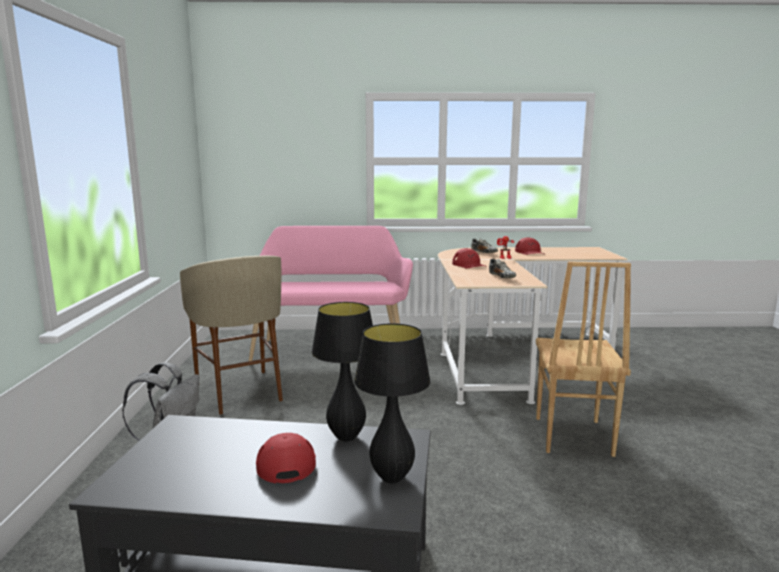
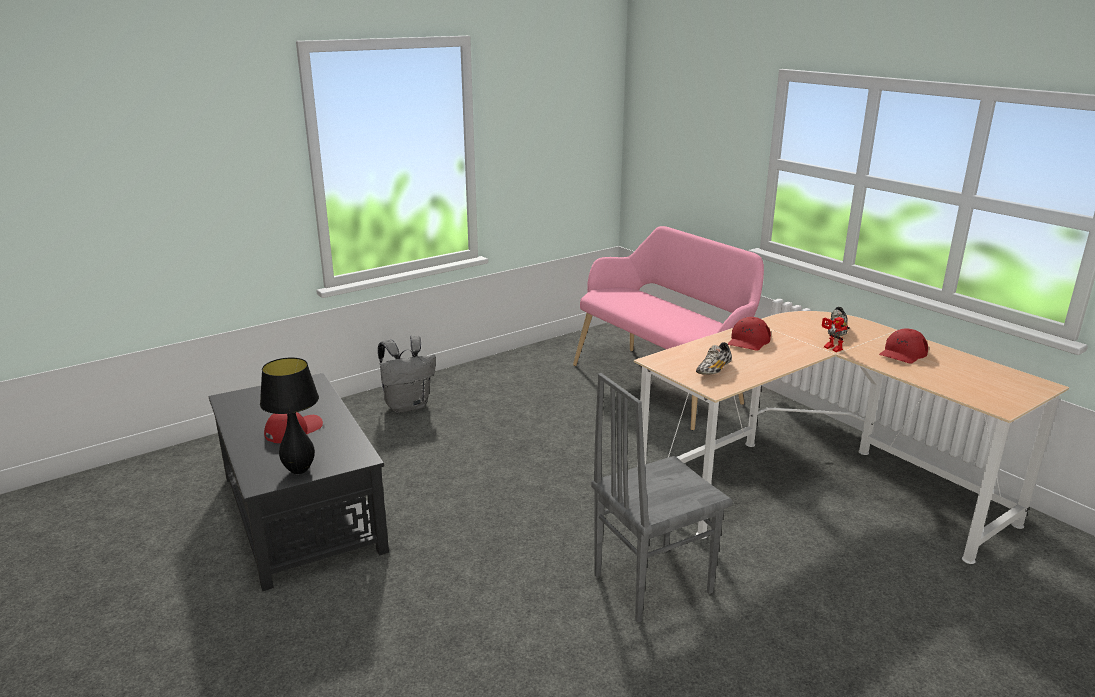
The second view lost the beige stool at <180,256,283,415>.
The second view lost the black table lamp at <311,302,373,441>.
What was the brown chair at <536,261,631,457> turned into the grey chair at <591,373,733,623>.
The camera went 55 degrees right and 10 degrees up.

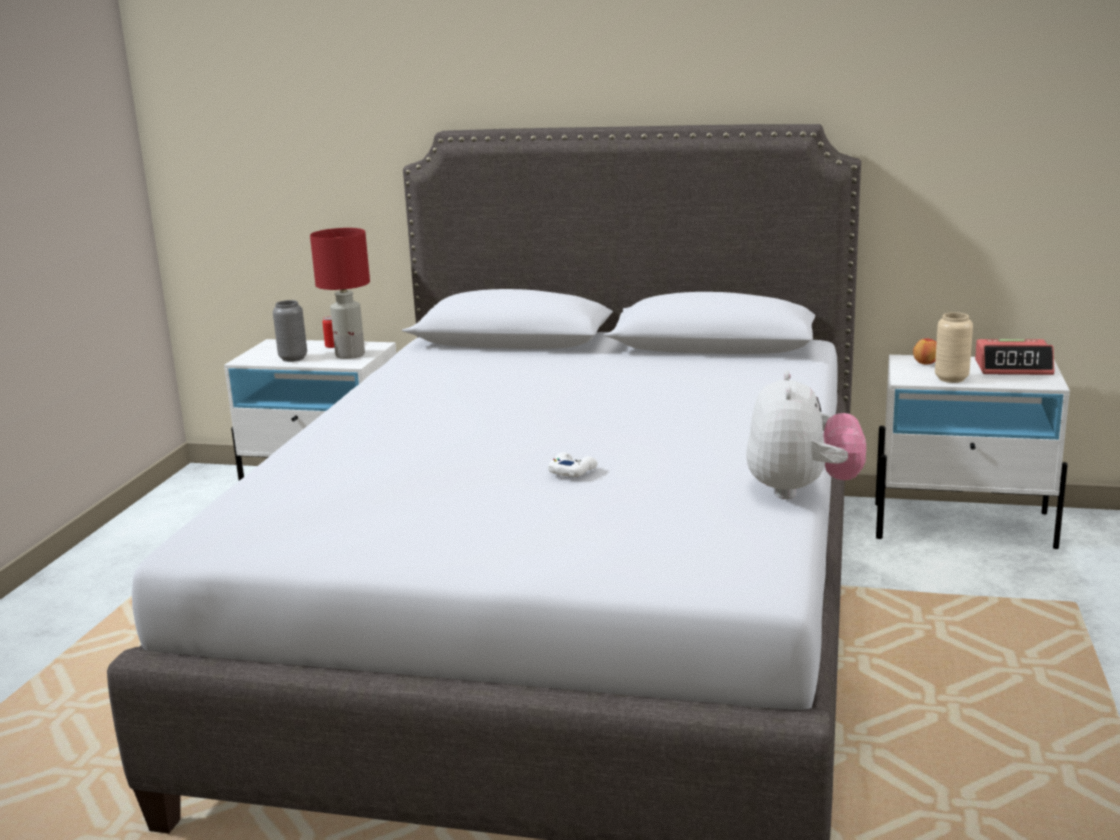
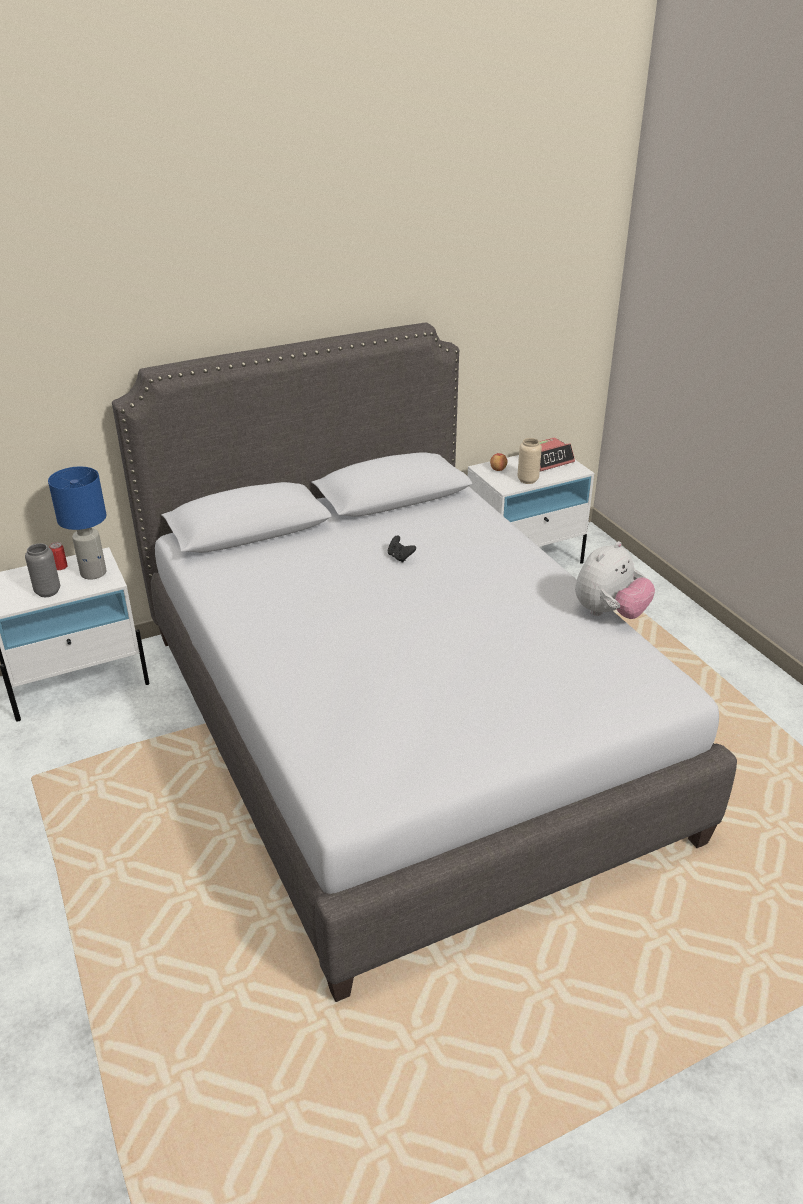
What was the red table lamp at <310,228,370,359> turned into the blue table lamp at <48,467,106,580>.
The second view lost the white game controller at <548,452,597,477>.
The plush toy at <746,370,866,499> ended up facing another way, 75 degrees clockwise from before.
The second view gained the black game controller at <387,535,416,563>.
The camera went 40 degrees left and 15 degrees up.

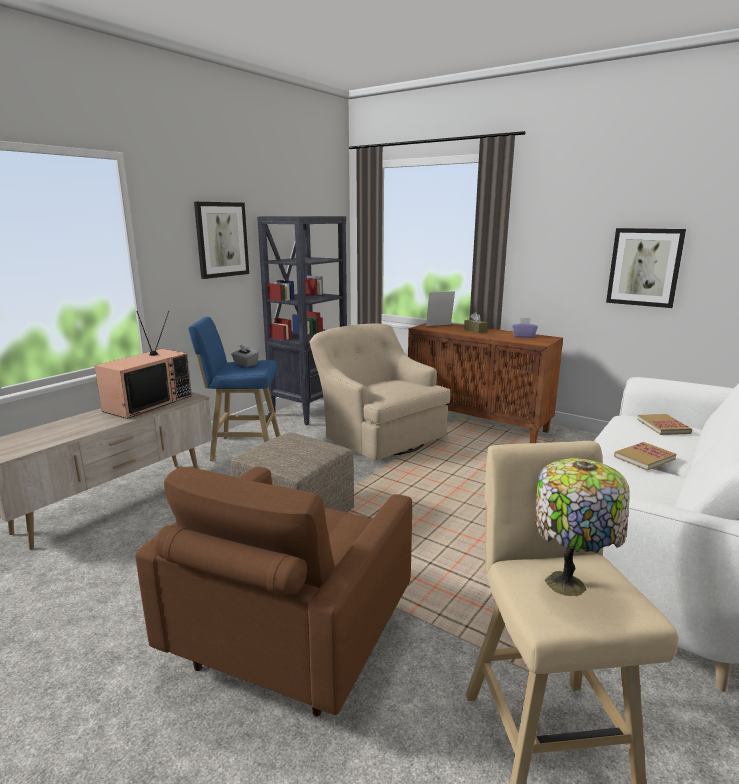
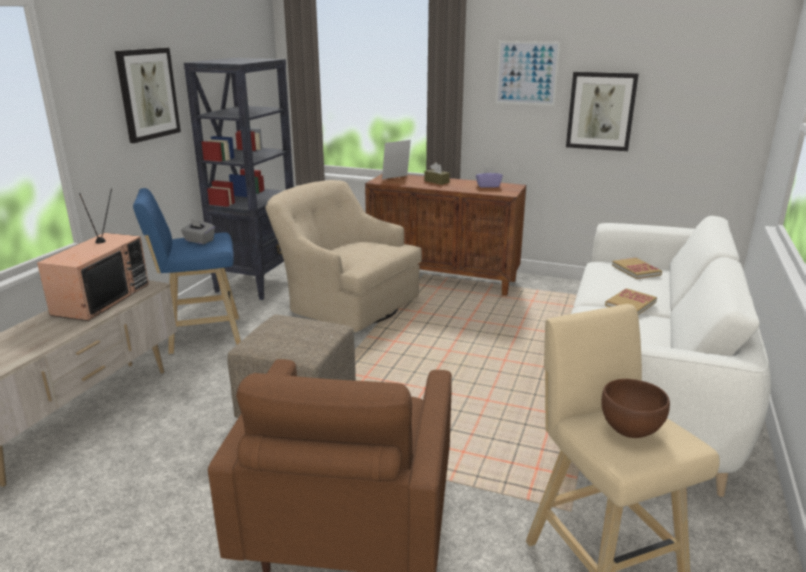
Where the table lamp stood at <535,458,630,596>, the brown bowl came to stand at <601,379,670,438>.
The second view gained the picture at <496,41,560,106>.
The camera went 15 degrees left and 5 degrees up.

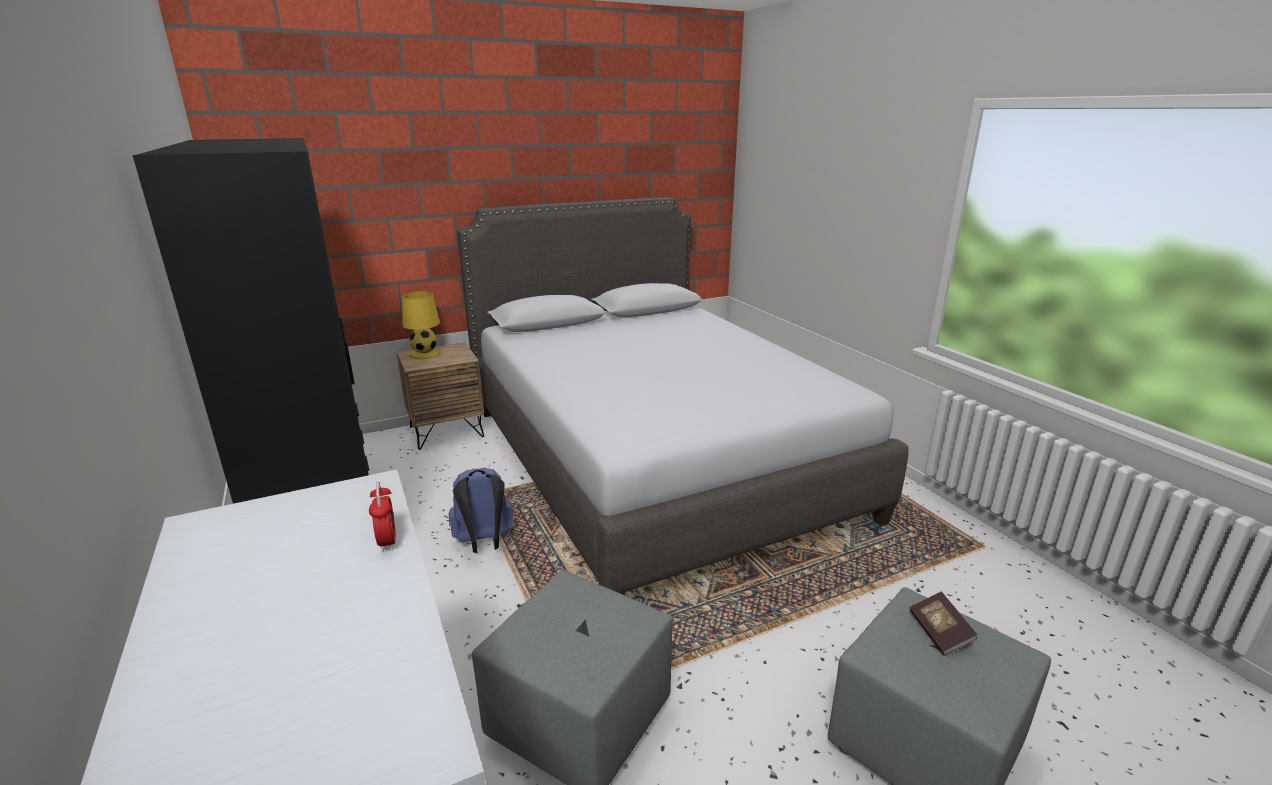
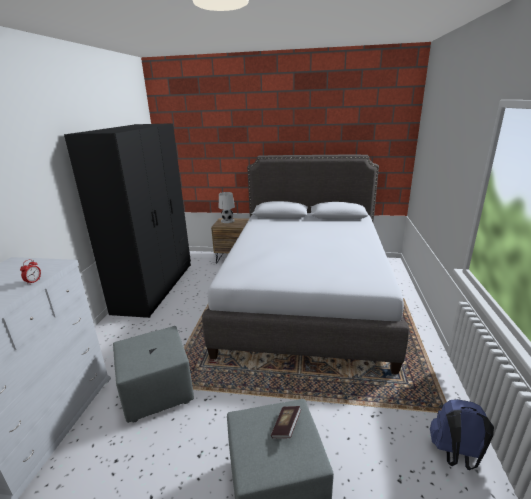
What was the yellow table lamp at <402,291,441,359> turned into the white table lamp at <219,192,235,223>.
The blue backpack ended up elsewhere, having gone from <449,468,514,553> to <430,399,494,470>.
The camera went 35 degrees right and 0 degrees up.

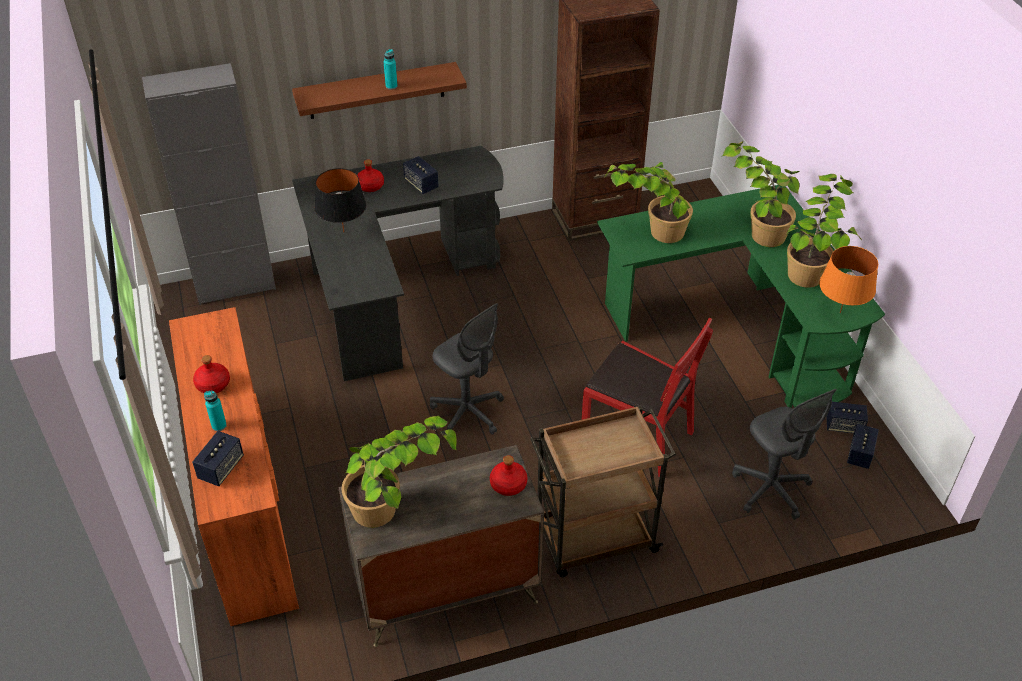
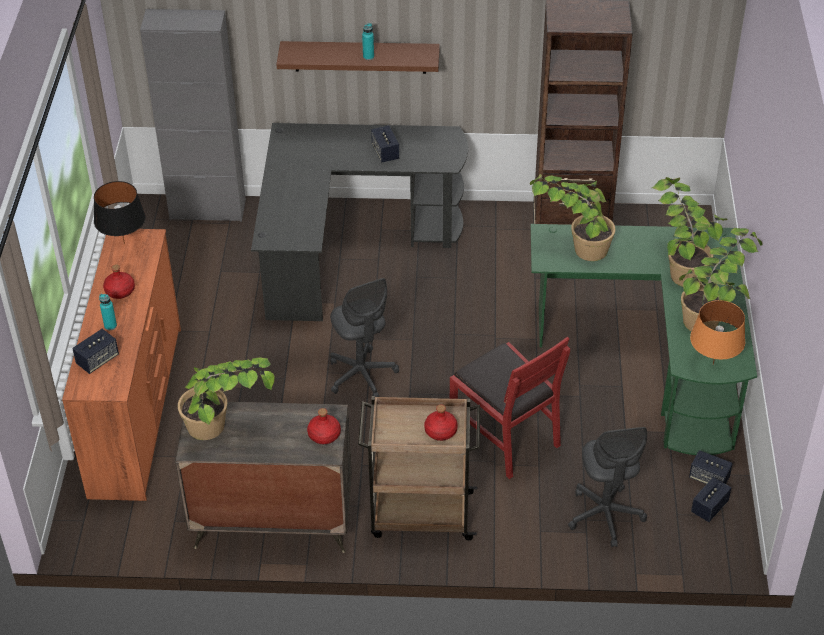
The black table lamp ended up elsewhere, having gone from <315,168,366,232> to <94,181,146,245>.
The red bottle ended up elsewhere, having gone from <357,159,384,192> to <424,405,458,441>.
The camera went 20 degrees right and 0 degrees up.

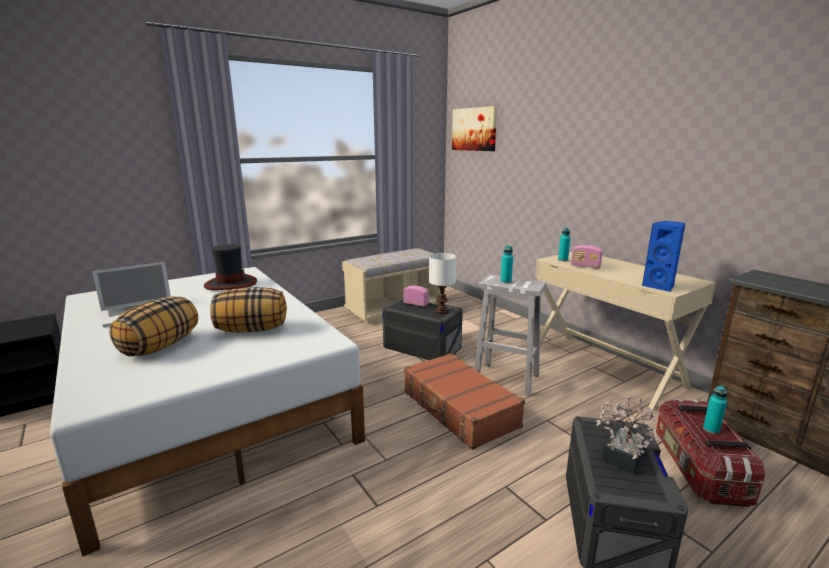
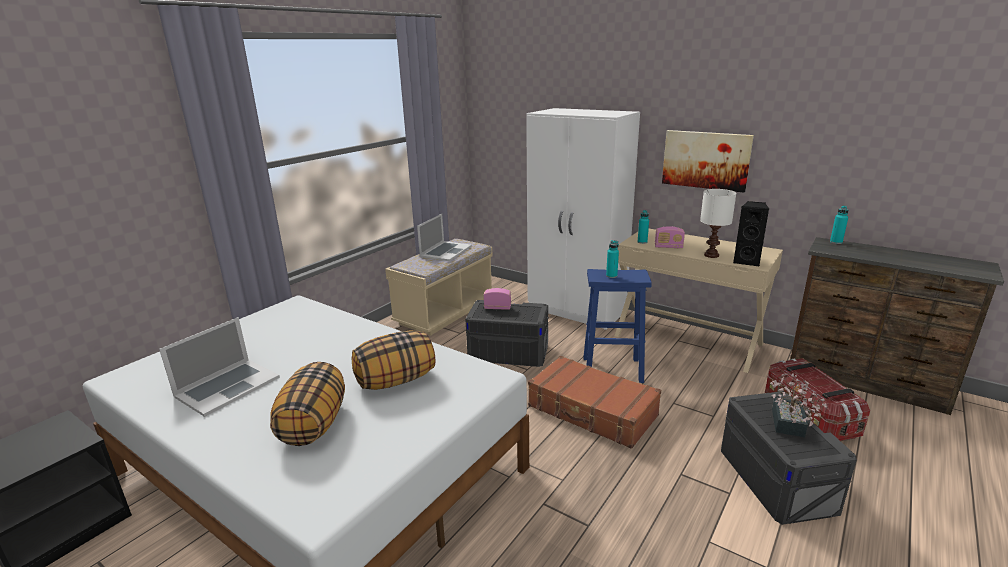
The second view lost the hat at <204,244,257,290>.
The white table lamp ended up elsewhere, having gone from <429,253,456,314> to <700,189,736,258>.
The picture ended up elsewhere, having gone from <452,106,497,151> to <662,130,754,193>.
What was the white stool at <475,274,547,396> turned into the blue stool at <583,269,652,383>.
What was the blue speaker at <642,221,685,292> turned into the black speaker at <733,201,769,266>.
The turquoise bottle ended up elsewhere, having gone from <703,385,727,434> to <830,206,848,244>.
The second view gained the laptop at <417,214,472,261>.
The second view gained the white wardrobe at <526,108,640,330>.
The camera went 20 degrees left and 5 degrees up.

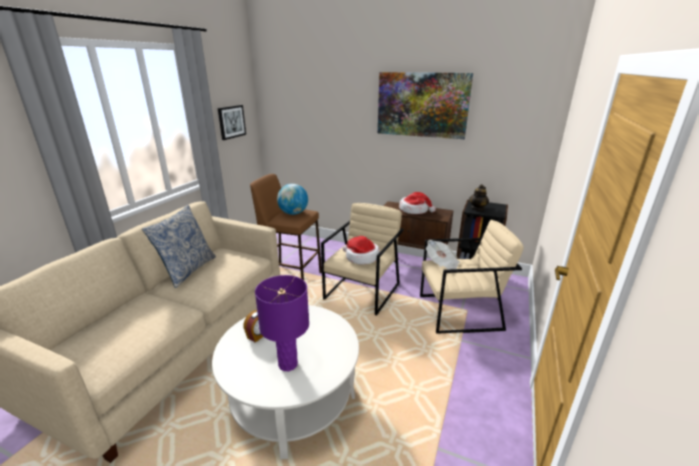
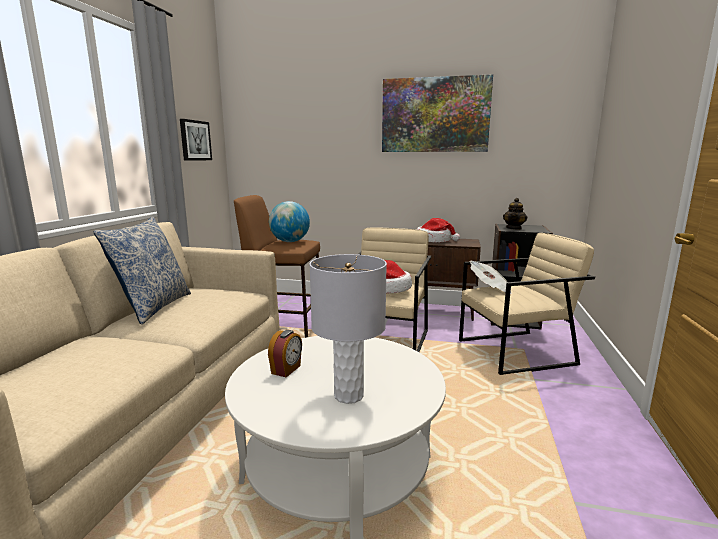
What was the purple table lamp at <255,275,309,371> turned into the grey table lamp at <310,254,387,404>.
The camera went 10 degrees left and 10 degrees down.

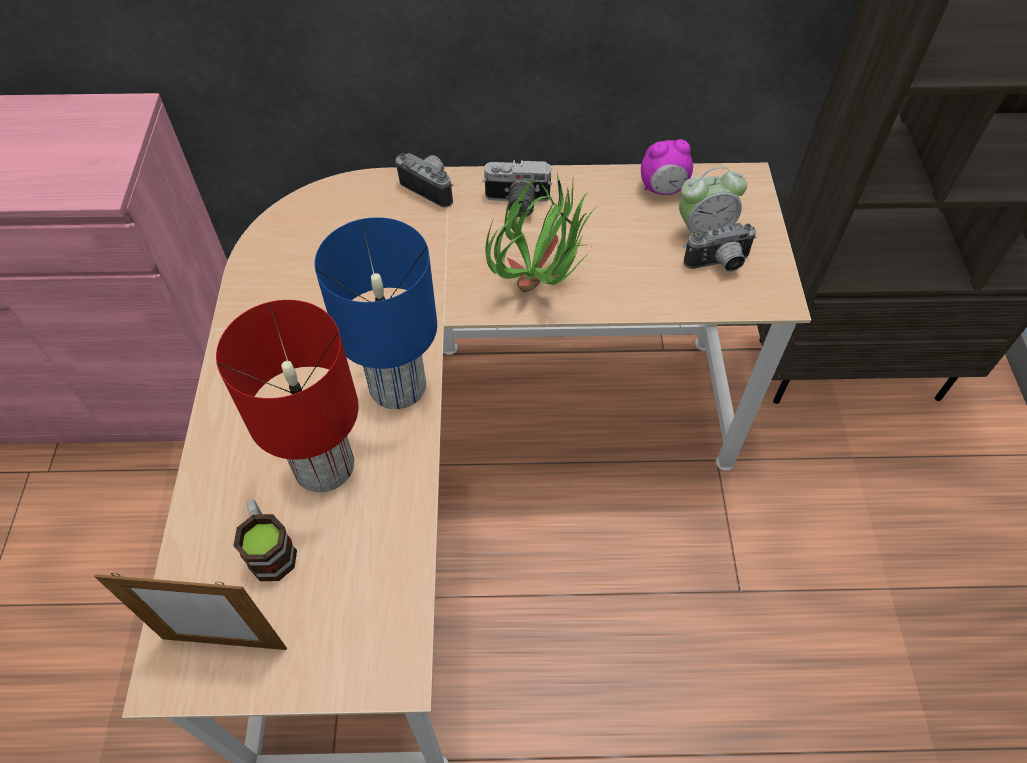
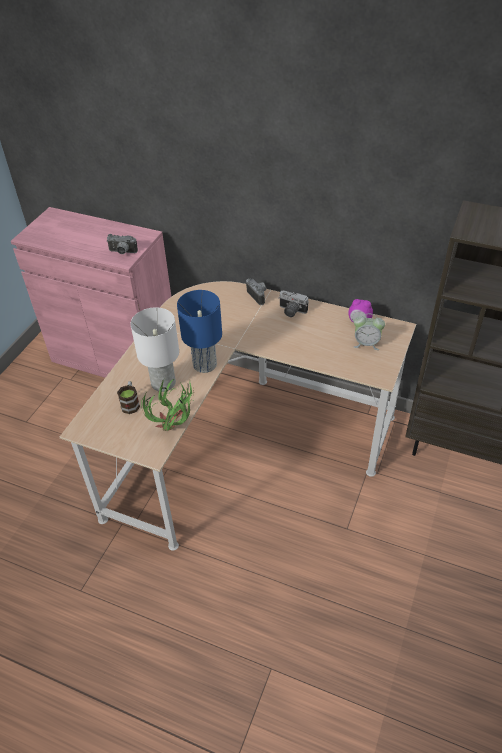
The second view lost the picture frame at <94,573,287,650>.
What was the red table lamp at <216,300,359,492> turned into the white table lamp at <131,307,179,392>.
The potted plant ended up elsewhere, having gone from <485,173,599,292> to <141,379,193,431>.
The photo camera ended up elsewhere, having gone from <683,223,757,272> to <107,234,138,254>.
The camera went 25 degrees right and 10 degrees down.

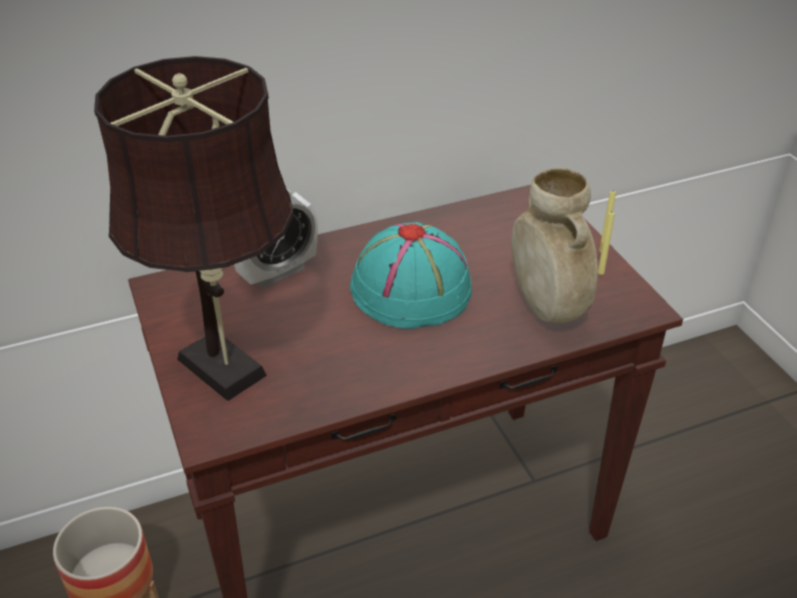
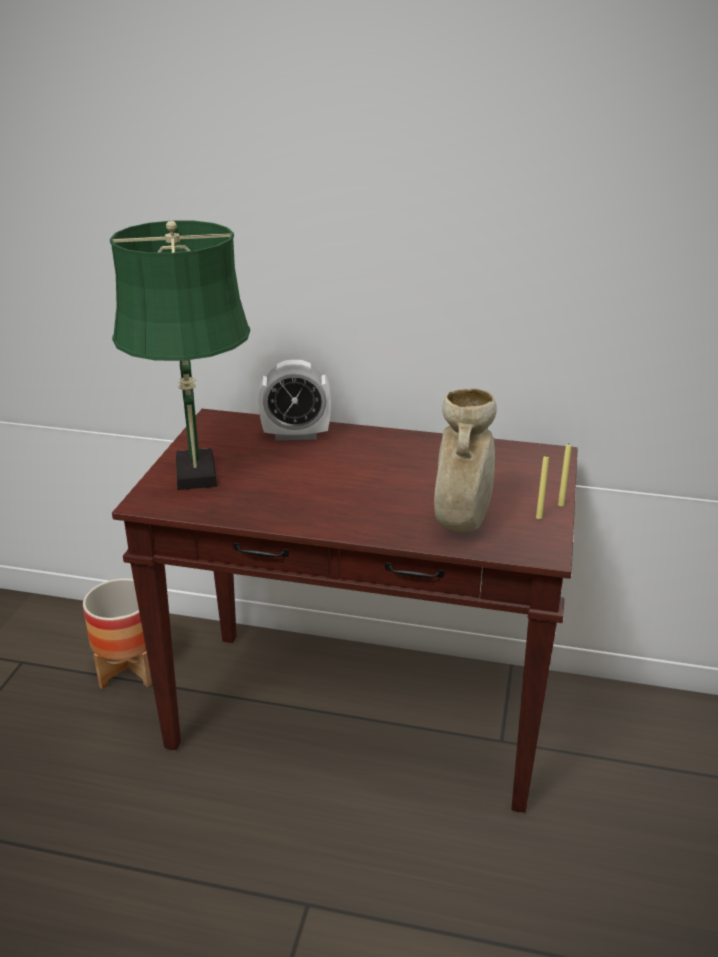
What was the brown table lamp at <94,56,294,401> turned into the green table lamp at <110,221,250,490>.
The second view lost the turquoise hat at <350,222,472,329>.
The camera went 35 degrees right and 10 degrees down.

